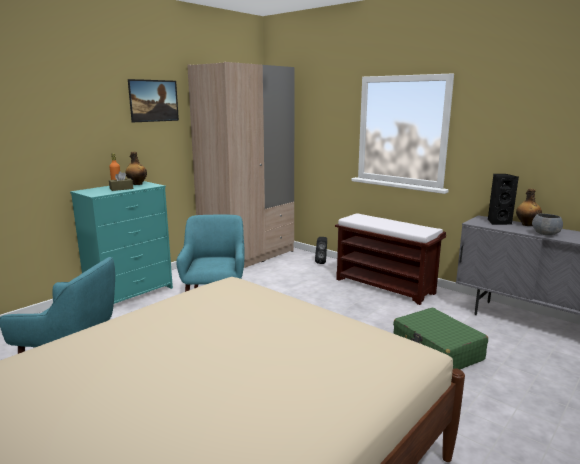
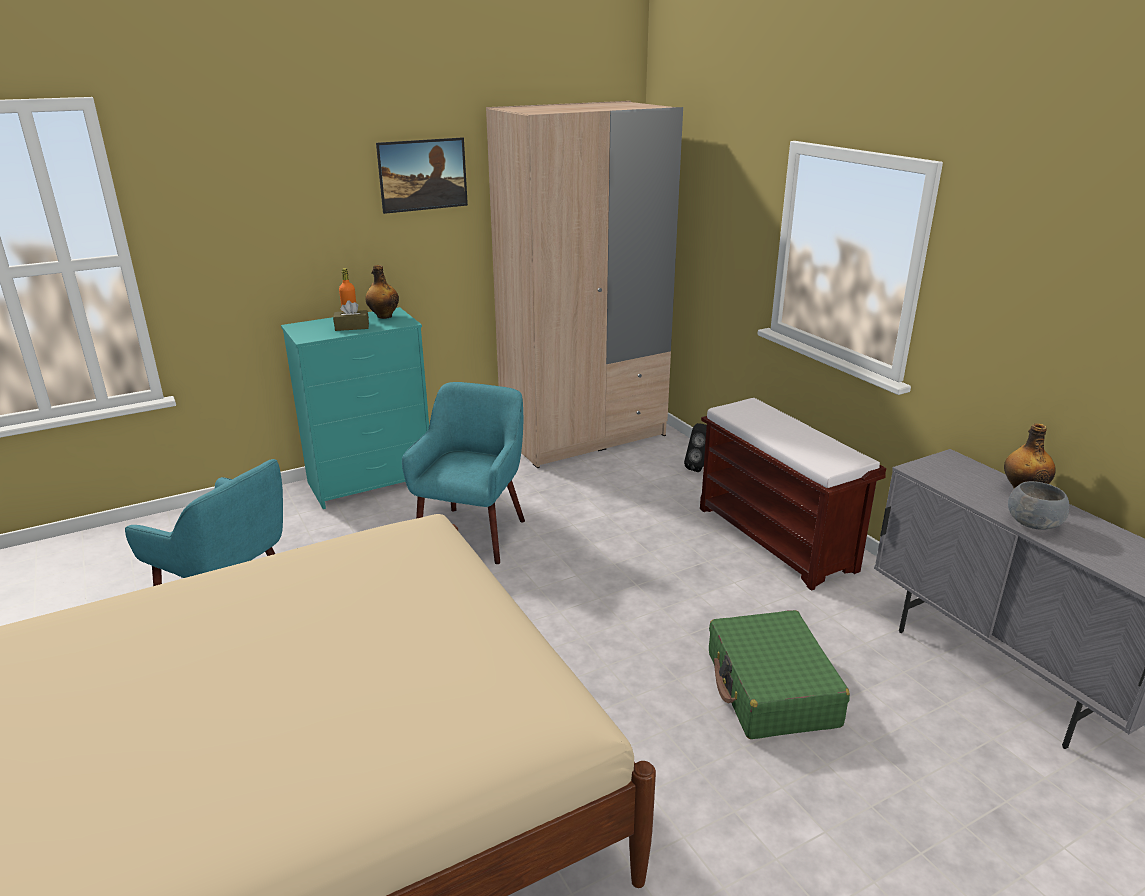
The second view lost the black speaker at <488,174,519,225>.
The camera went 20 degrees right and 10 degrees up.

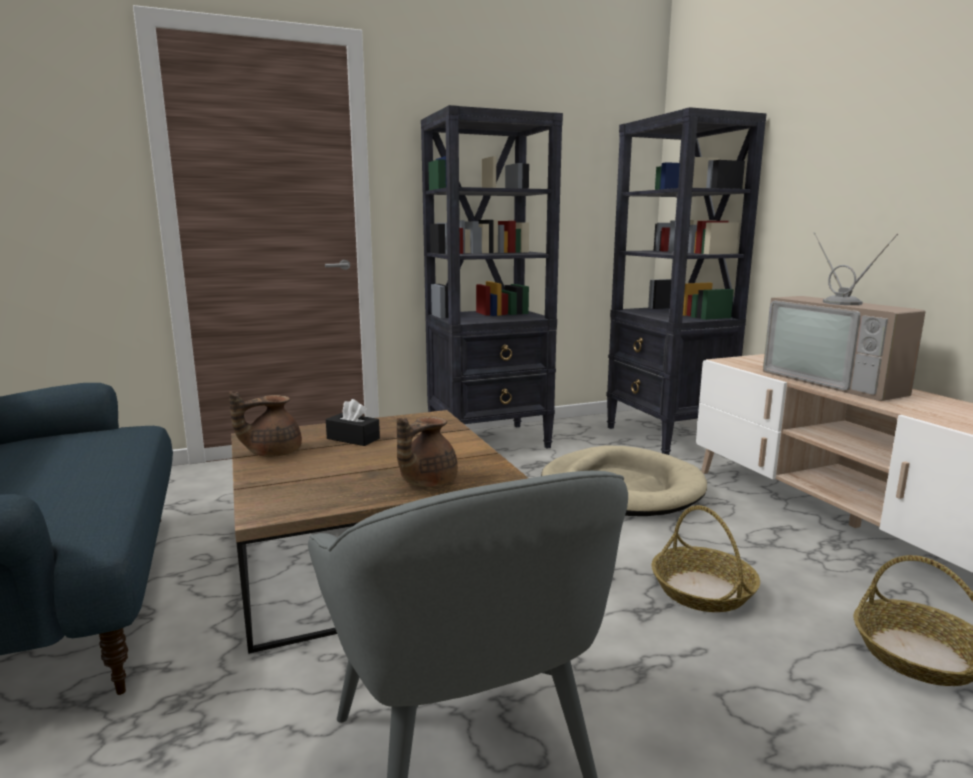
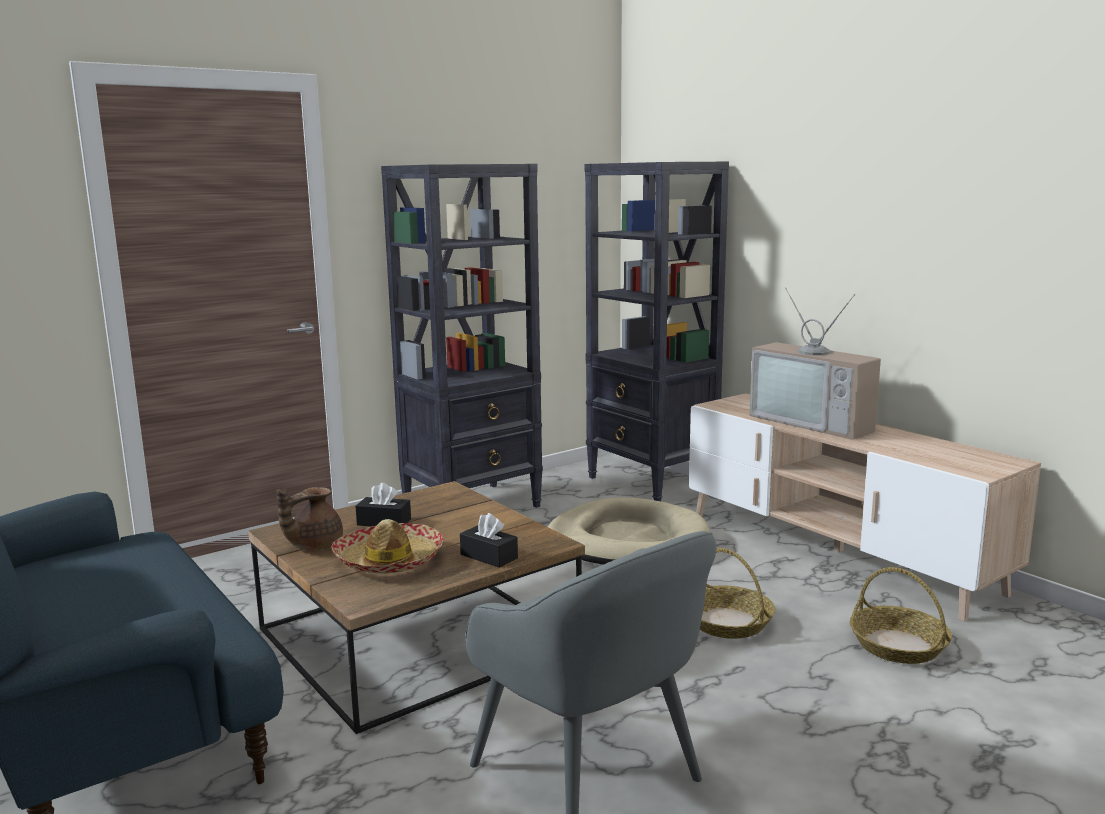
Where the brown teapot stood at <397,417,458,487>, the black tissue box came to stand at <460,513,518,568>.
The second view gained the hat at <332,519,444,573>.
The camera went 15 degrees left and 0 degrees up.

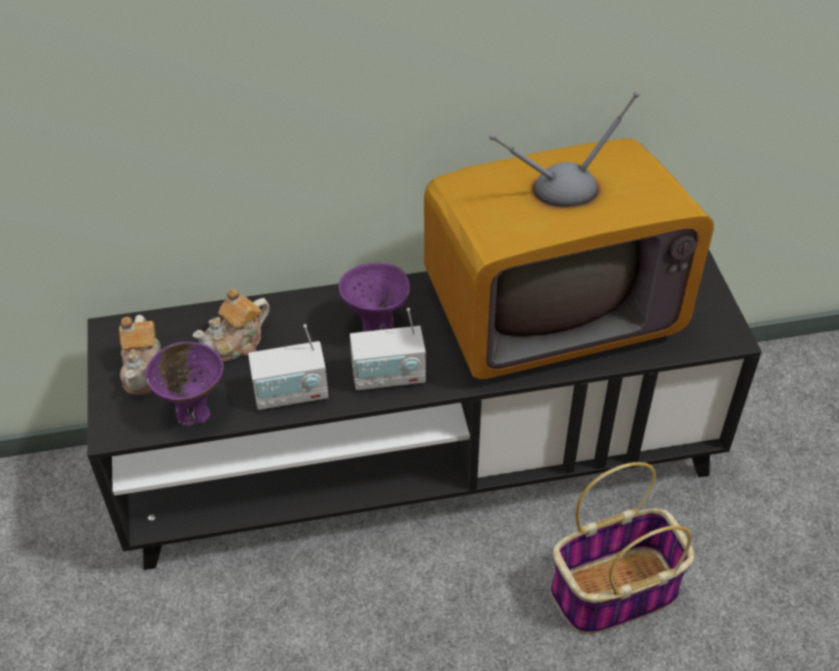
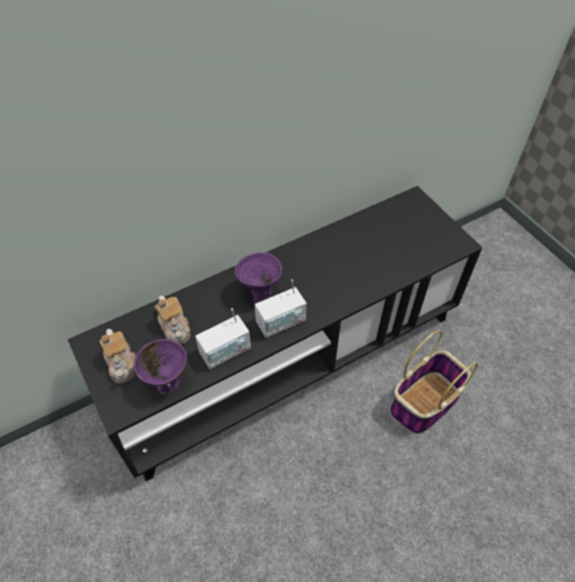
The teapot at <193,289,270,362> ended up facing another way, 60 degrees counterclockwise from before.
The second view lost the television at <424,91,714,379>.
The camera went 20 degrees left and 5 degrees up.

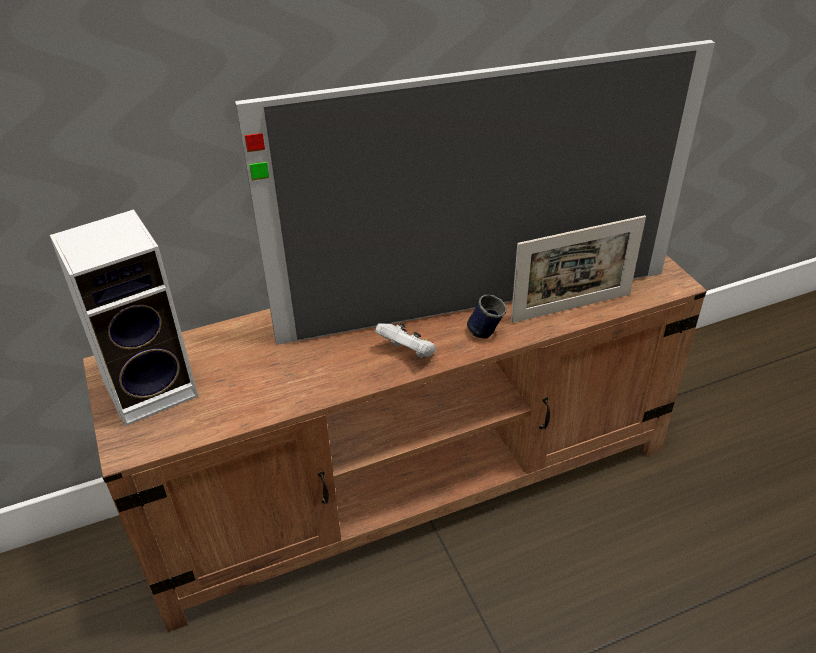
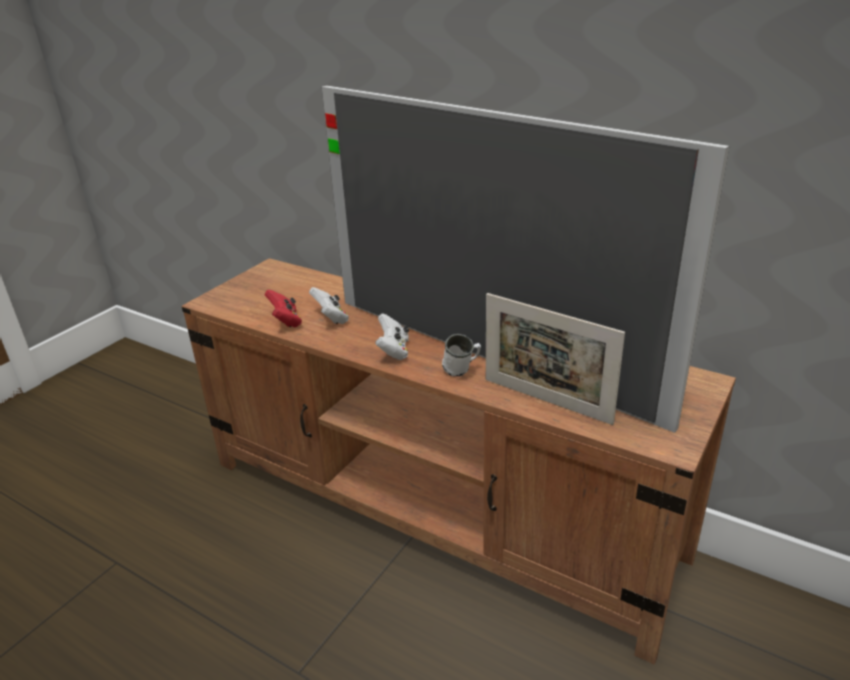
The second view lost the speaker at <50,209,199,427>.
What was the blue mug at <467,295,507,339> turned into the white mug at <442,334,481,376>.
The second view gained the red game controller at <265,290,302,327>.
The second view gained the white game controller at <309,287,349,324>.
The camera went 55 degrees right and 10 degrees down.

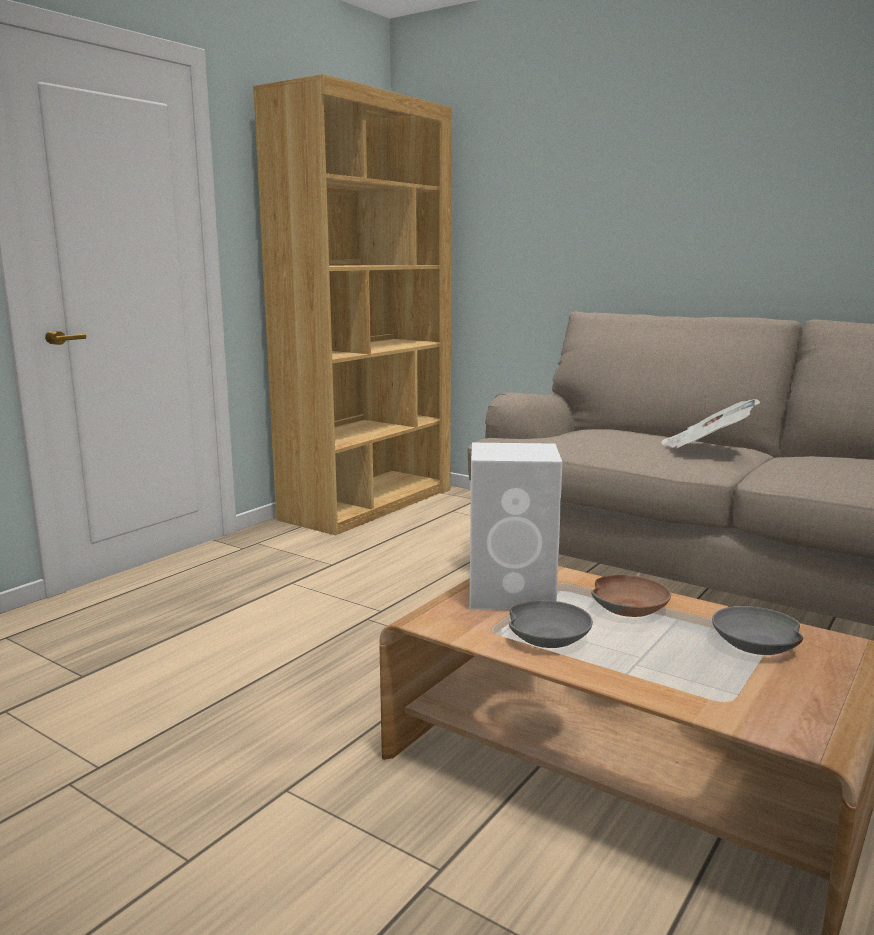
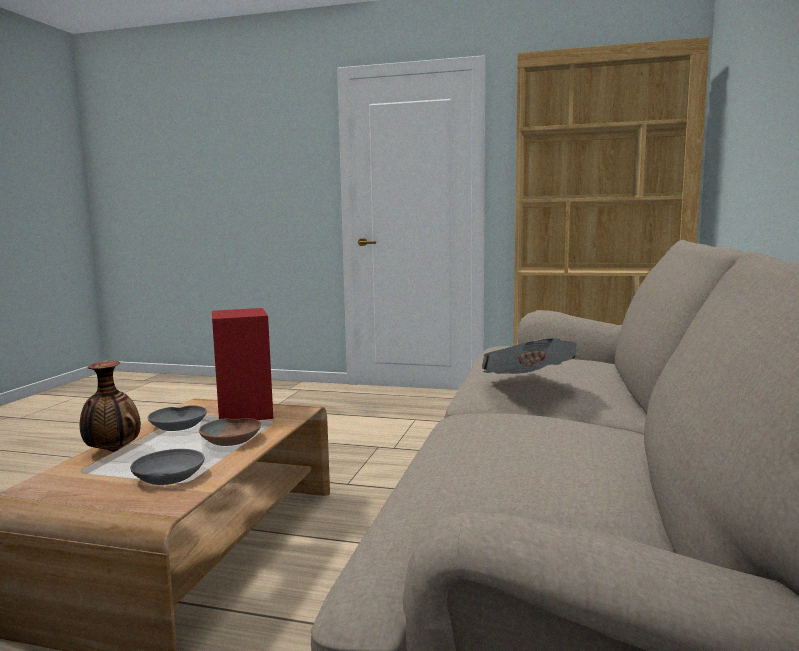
What was the white speaker at <469,443,562,610> turned into the red speaker at <212,308,273,420>.
The second view gained the vase at <80,361,141,452>.
The camera went 70 degrees right and 5 degrees down.

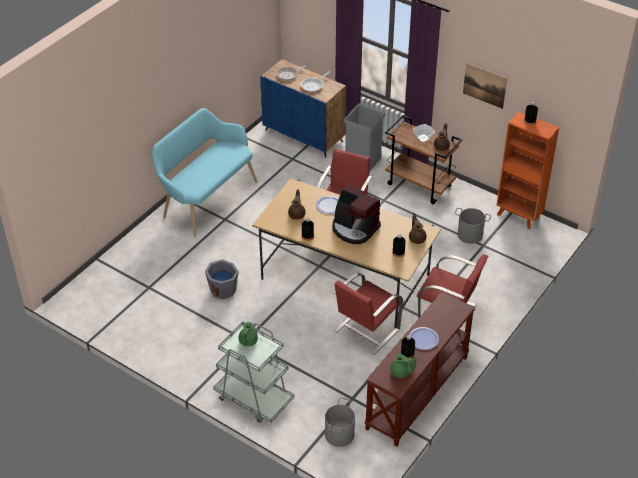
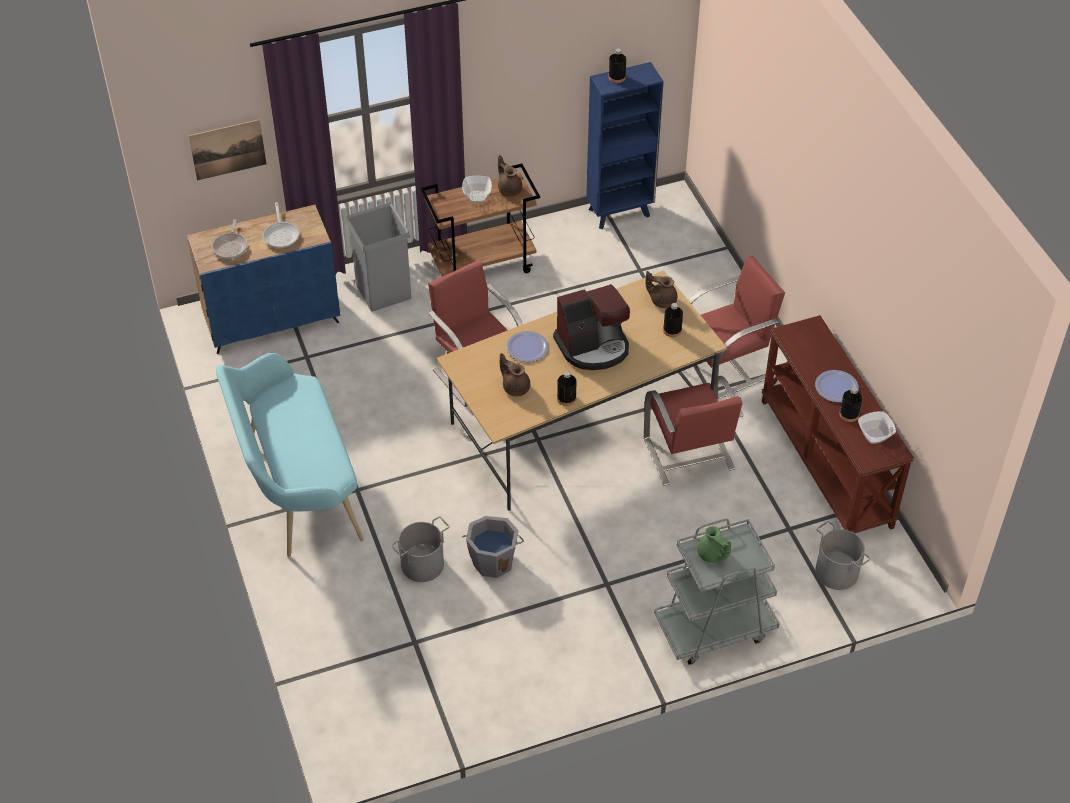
Where the green teapot stood at <390,354,416,378>, the bowl came to stand at <858,411,896,444>.
The grey bucket ended up elsewhere, having gone from <455,208,491,244> to <391,516,450,582>.
The picture ended up elsewhere, having gone from <463,63,507,109> to <188,119,266,180>.
What was the orange bookcase at <497,112,559,229> turned into the blue bookcase at <586,62,663,229>.
The camera went 55 degrees left and 5 degrees up.

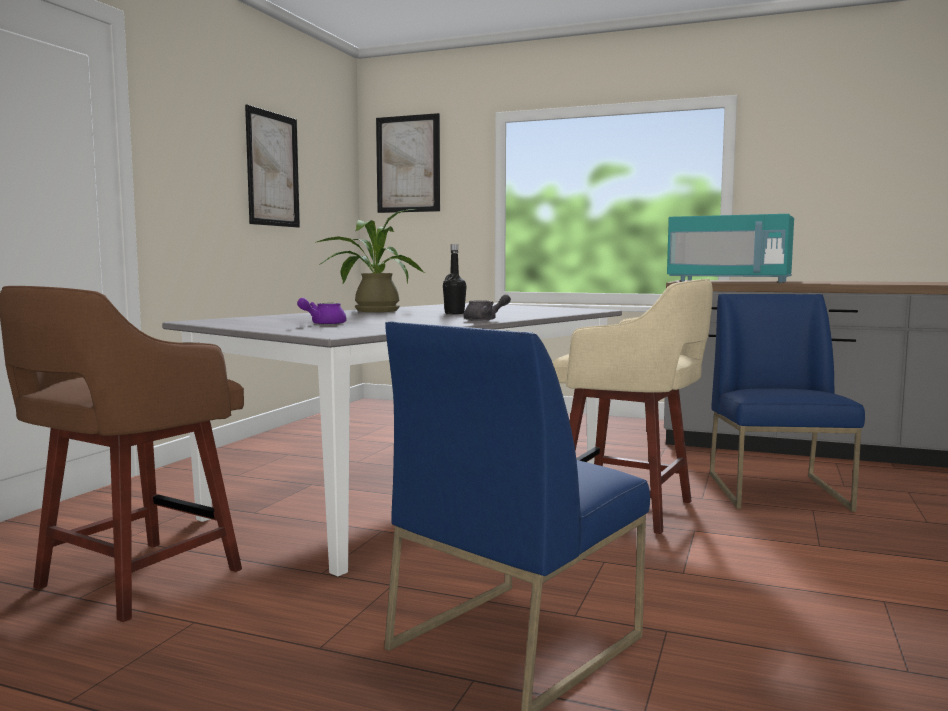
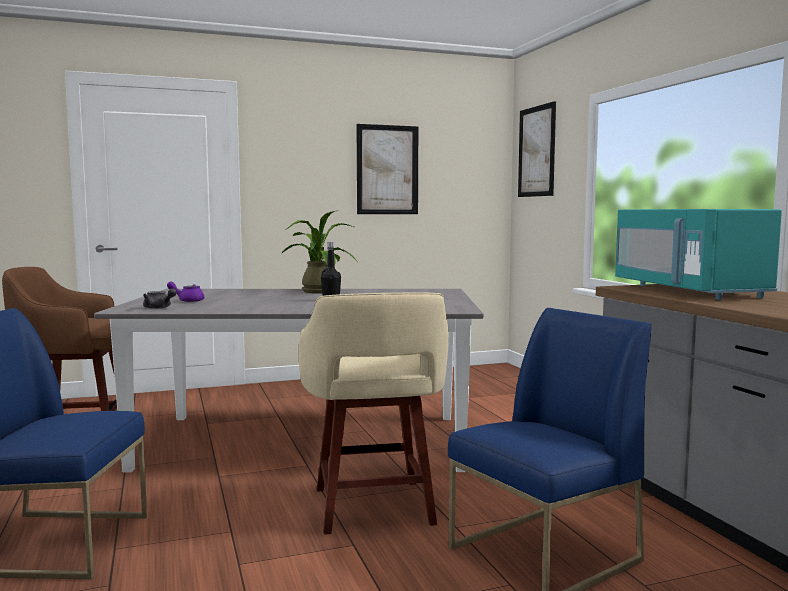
The grey teapot ended up elsewhere, having gone from <464,294,511,321> to <143,288,177,309>.
The camera went 50 degrees right and 0 degrees up.

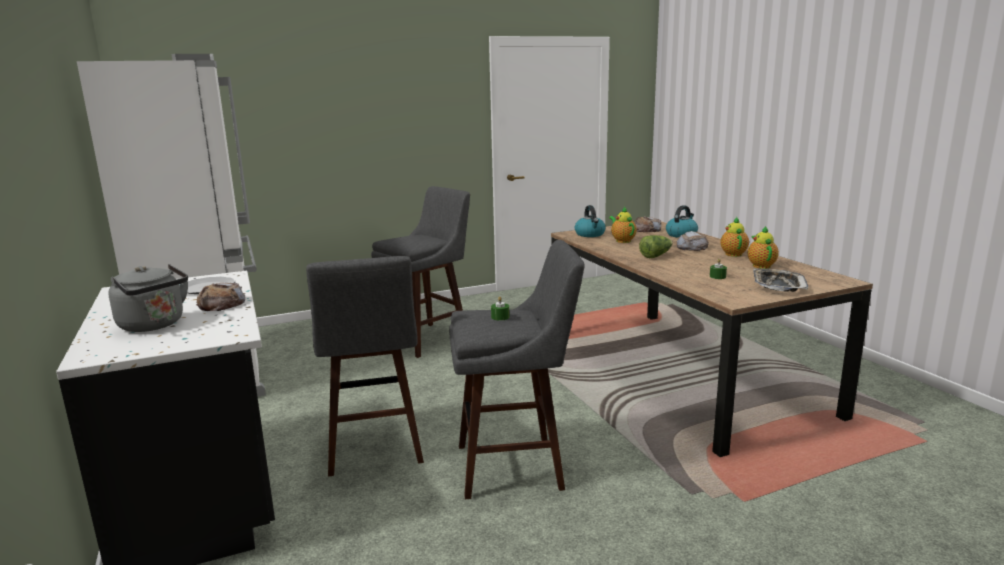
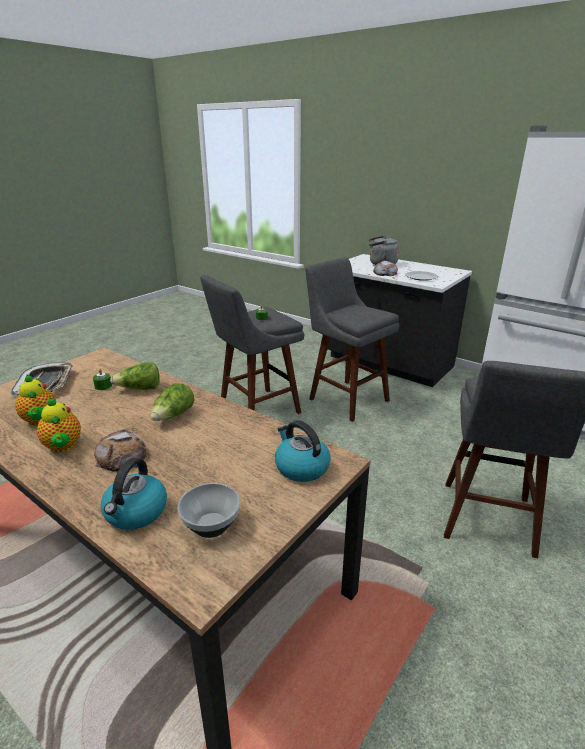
The second view lost the teapot at <609,206,637,243>.
Where the bread stood at <634,216,661,232>, the bowl came to stand at <178,483,240,538>.
The second view gained the lettuce at <110,362,160,390>.
The camera went 150 degrees right and 10 degrees up.

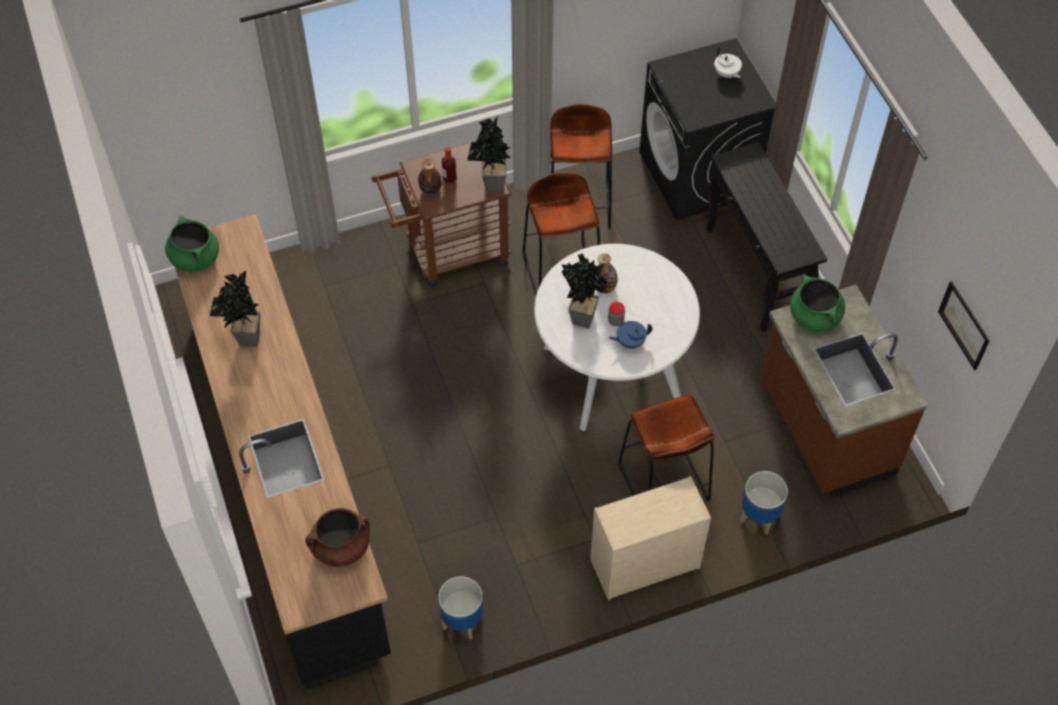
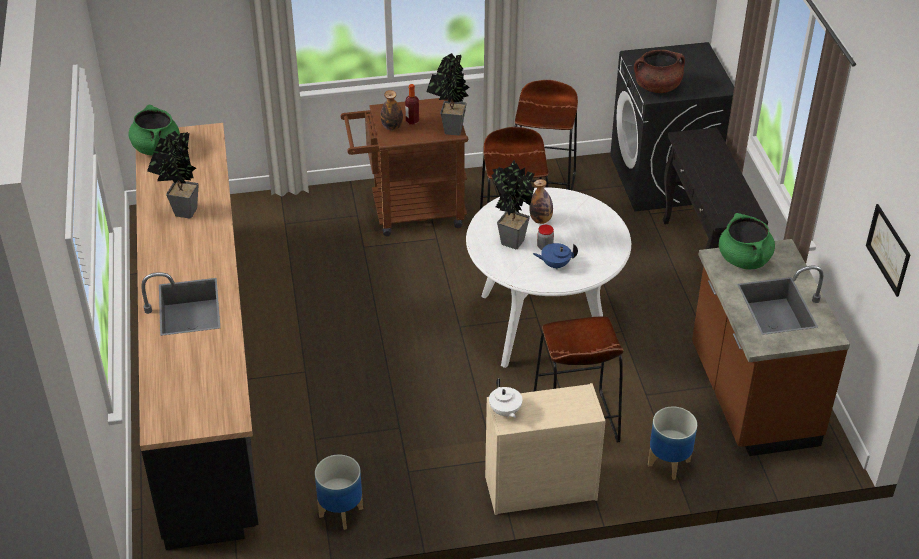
The brown cooking pot ended up elsewhere, having gone from <305,508,370,567> to <634,50,685,93>.
The white teapot ended up elsewhere, having gone from <714,47,742,79> to <489,378,522,418>.
The camera went 10 degrees right and 15 degrees down.

